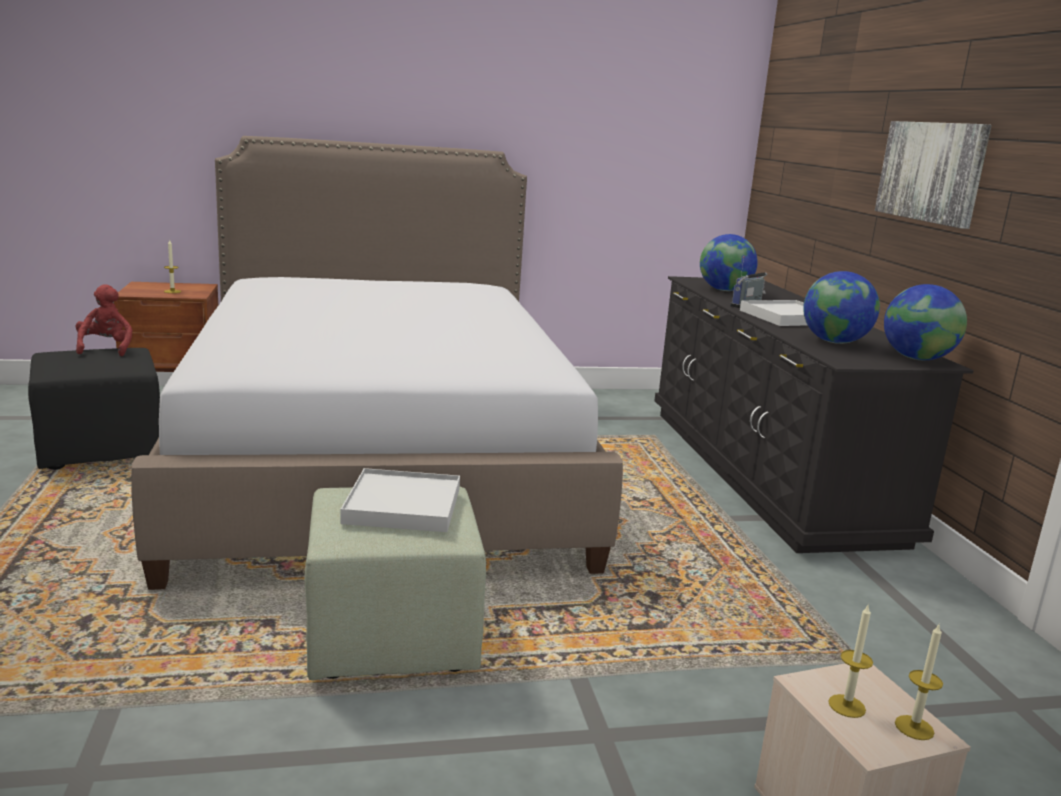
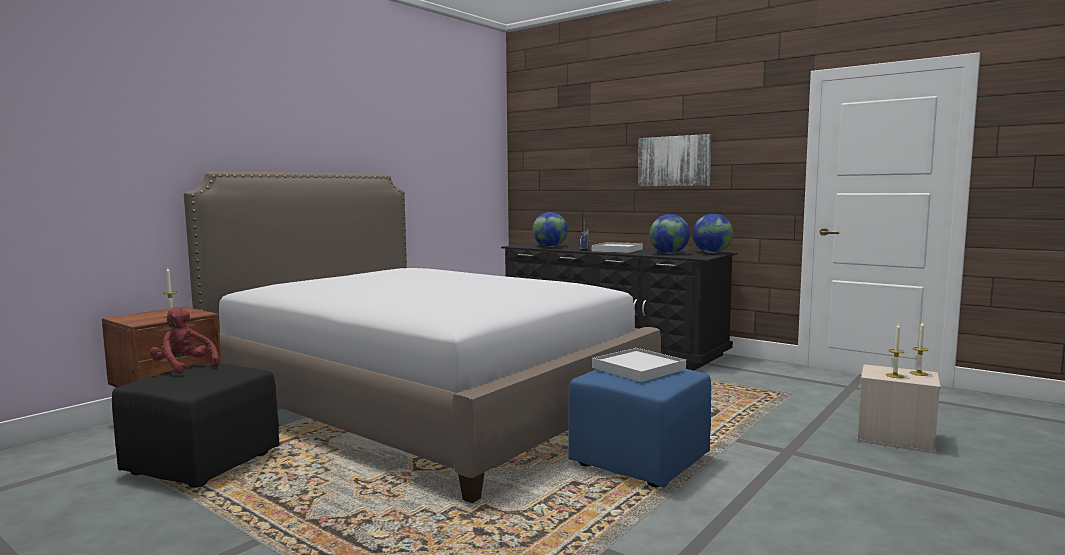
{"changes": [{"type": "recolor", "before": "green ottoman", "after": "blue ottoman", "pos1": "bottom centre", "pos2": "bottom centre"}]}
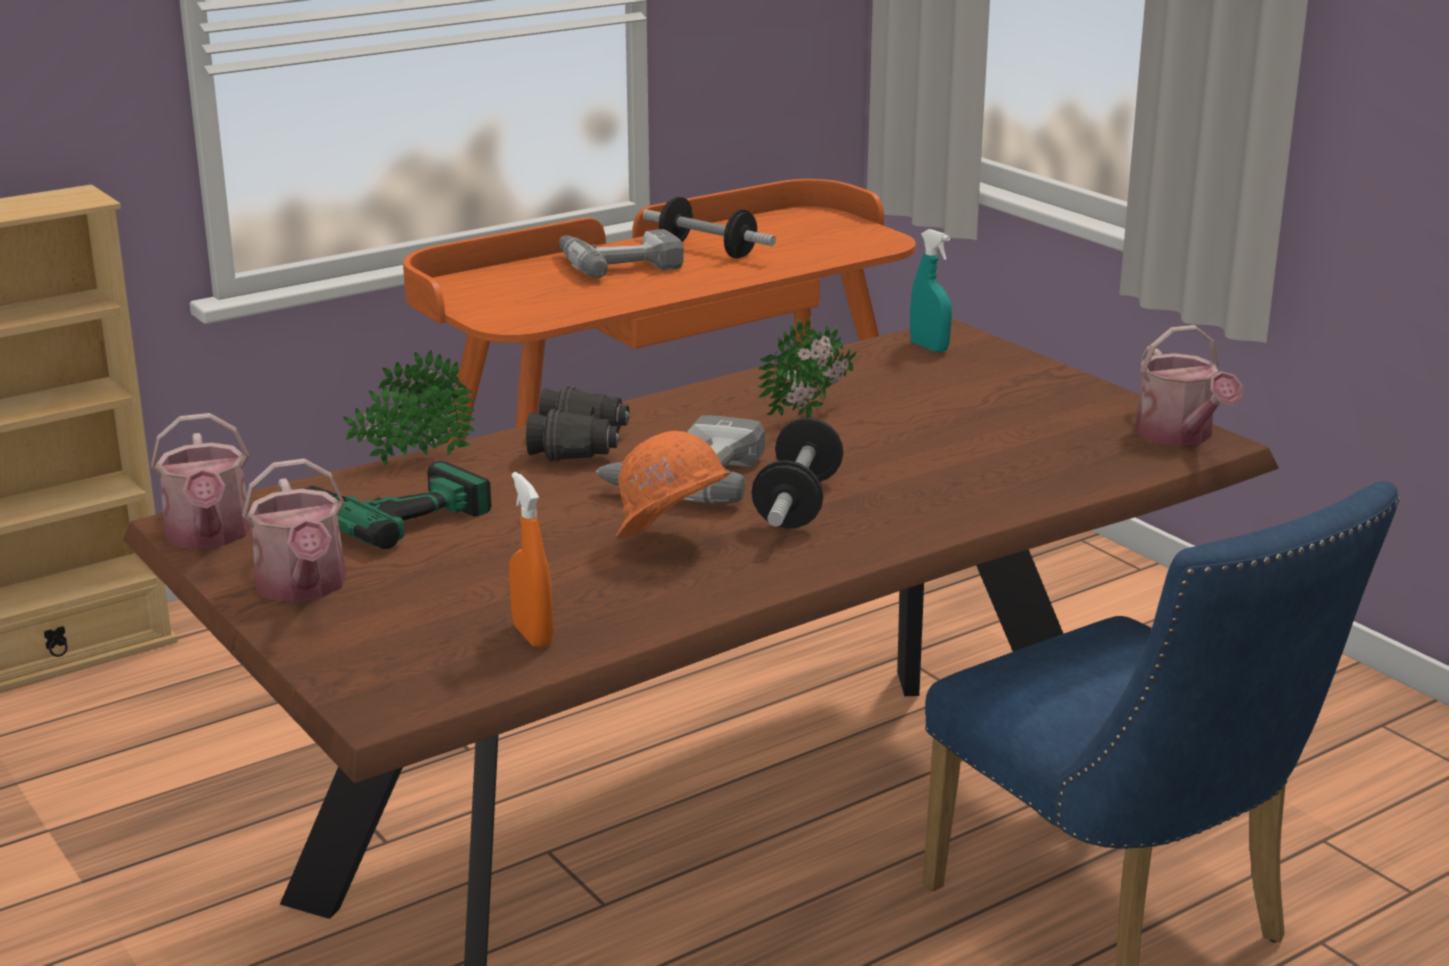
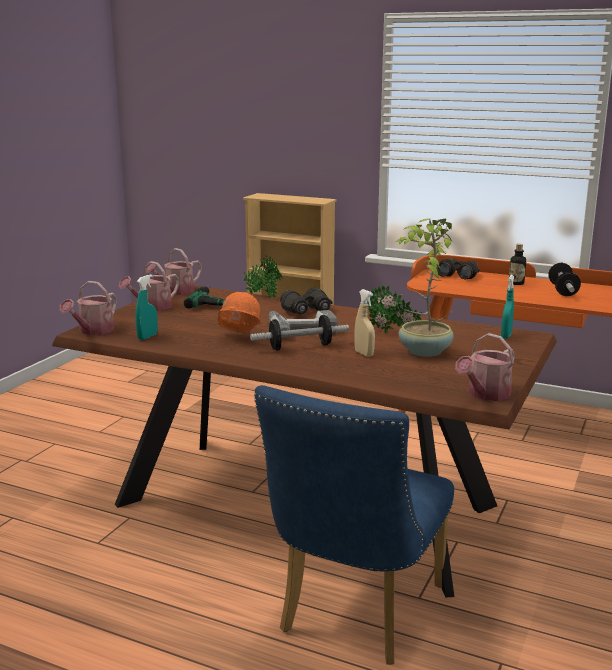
{"changes": [{"type": "insert", "after": "watering can (1st from left)", "pos2": "middle left"}, {"type": "insert", "after": "beige spray bottle", "pos2": "centre"}, {"type": "insert", "after": "potted plant (3rd from left)", "pos2": "middle right"}, {"type": "insert", "after": "black binoculars (2nd from left)", "pos2": "middle right"}, {"type": "replace", "before": "power drill (2nd from left)", "after": "bottle", "pos1": "top centre", "pos2": "middle right"}, {"type": "recolor", "before": "orange spray bottle", "after": "turquoise spray bottle (1st from left)", "pos1": "centre", "pos2": "middle left"}]}
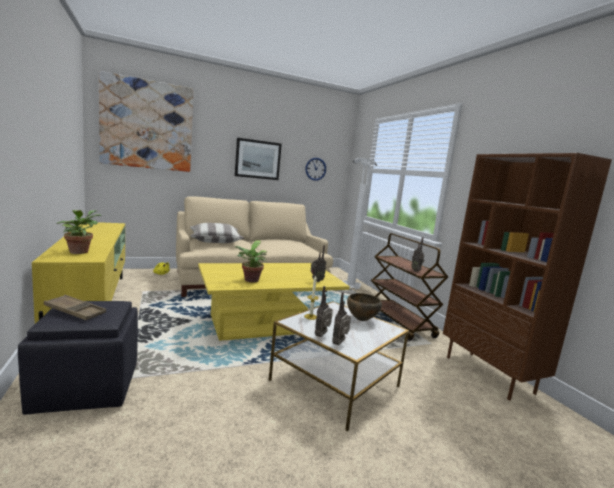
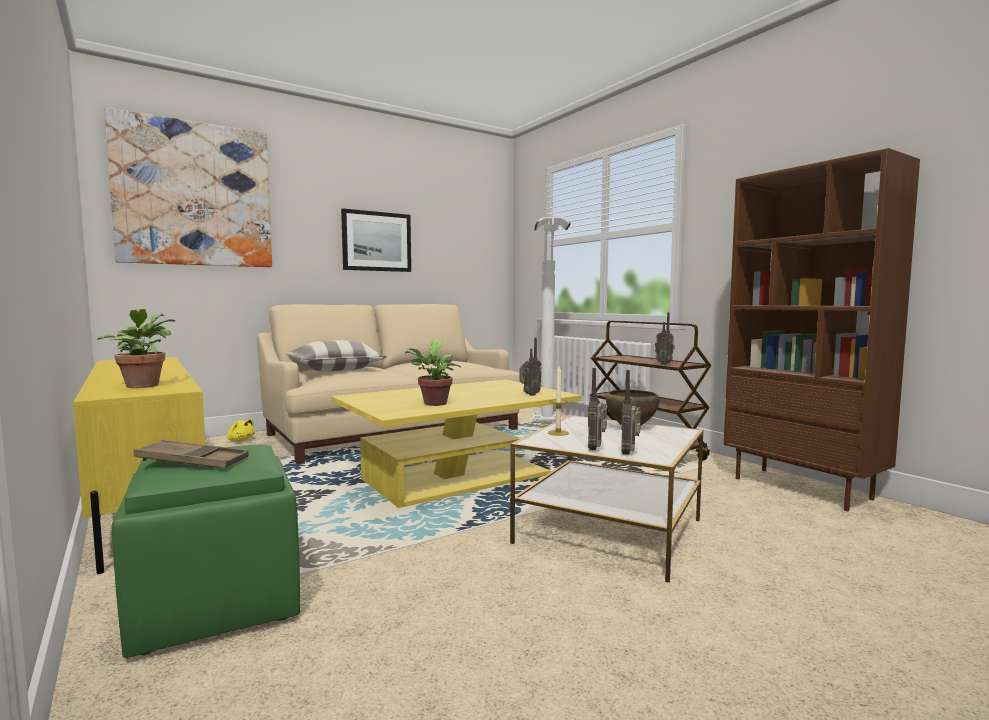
{"changes": [{"type": "delete", "before": "wall clock", "pos1": "centre"}, {"type": "recolor", "before": "black ottoman", "after": "green ottoman", "pos1": "bottom left", "pos2": "bottom left"}]}
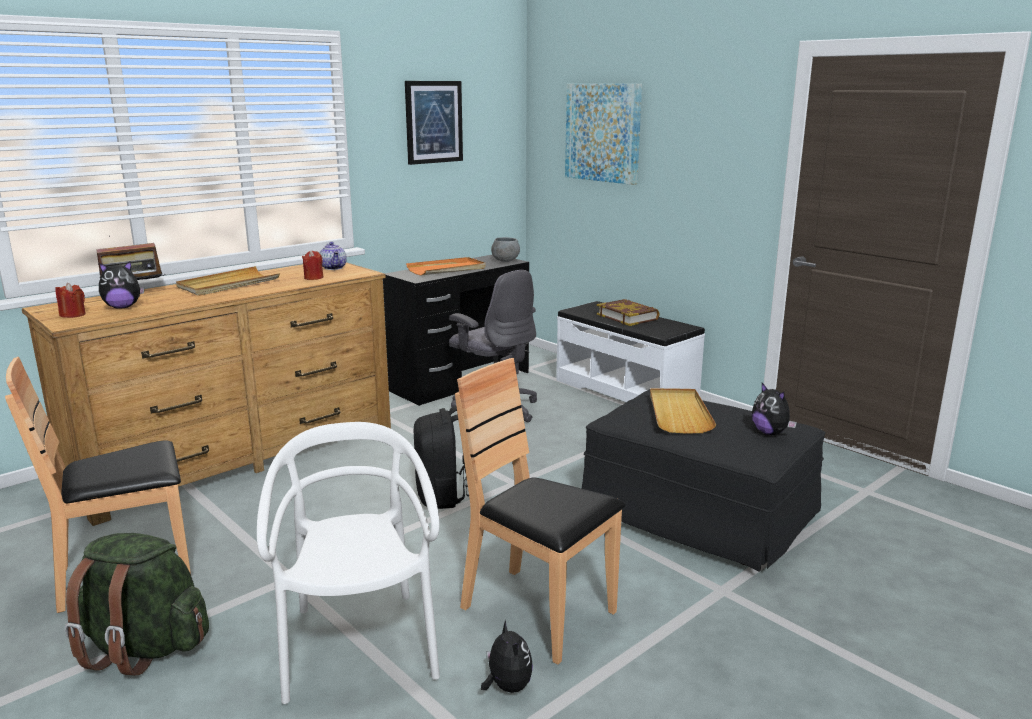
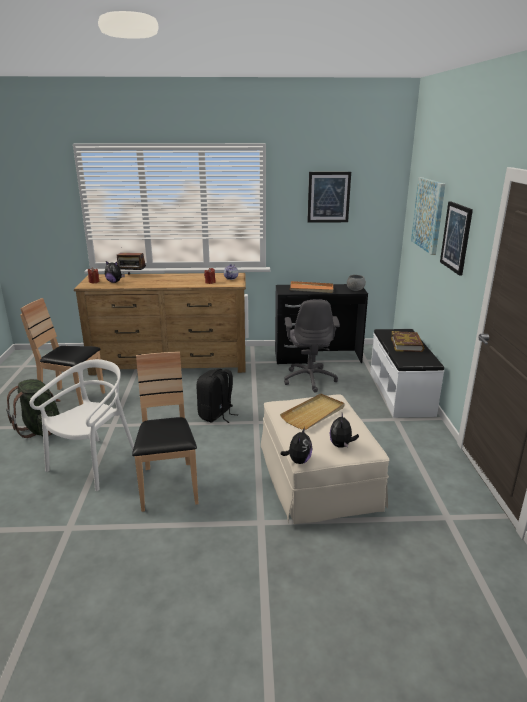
{"changes": [{"type": "delete", "before": "beige tray (1st from left)", "pos1": "middle left"}, {"type": "insert", "after": "picture (3rd from left)", "pos2": "middle right"}, {"type": "move", "before": "plush toy (2nd from left)", "pos1": "bottom centre", "pos2": "centre"}, {"type": "recolor", "before": "black ottoman", "after": "beige ottoman", "pos1": "bottom right", "pos2": "centre"}]}
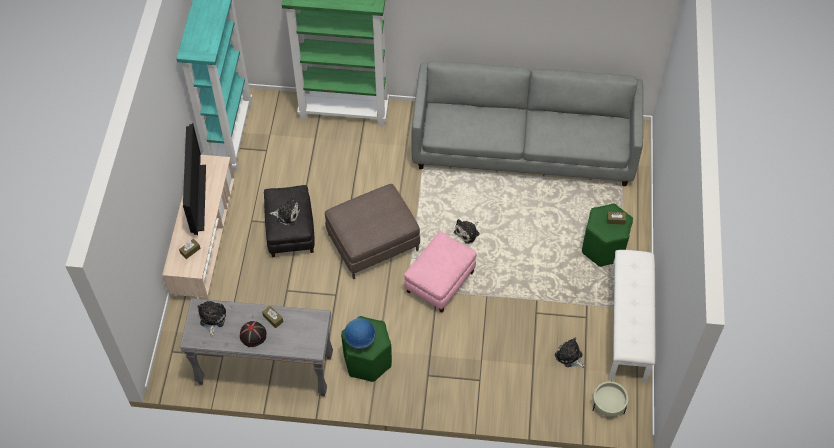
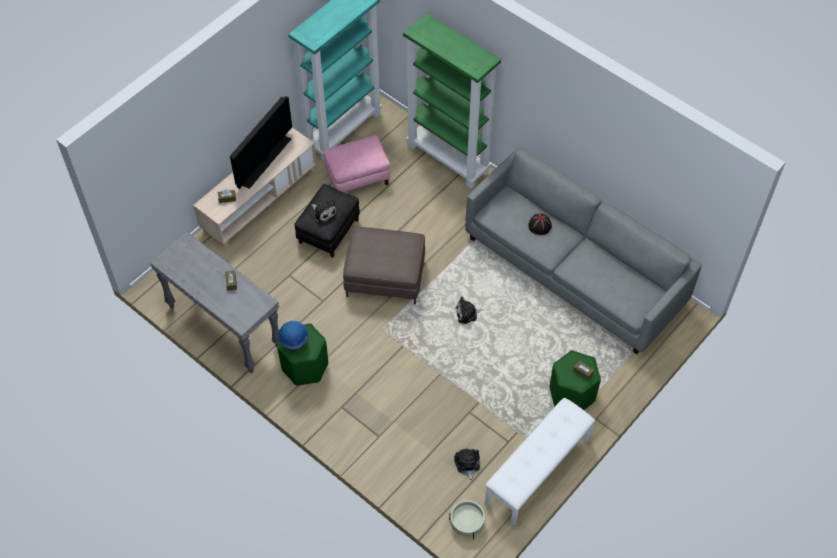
{"changes": [{"type": "delete", "before": "plush toy (1st from left)", "pos1": "bottom left"}, {"type": "move", "before": "black hat", "pos1": "bottom left", "pos2": "centre"}, {"type": "move", "before": "pink ottoman", "pos1": "centre", "pos2": "top centre"}]}
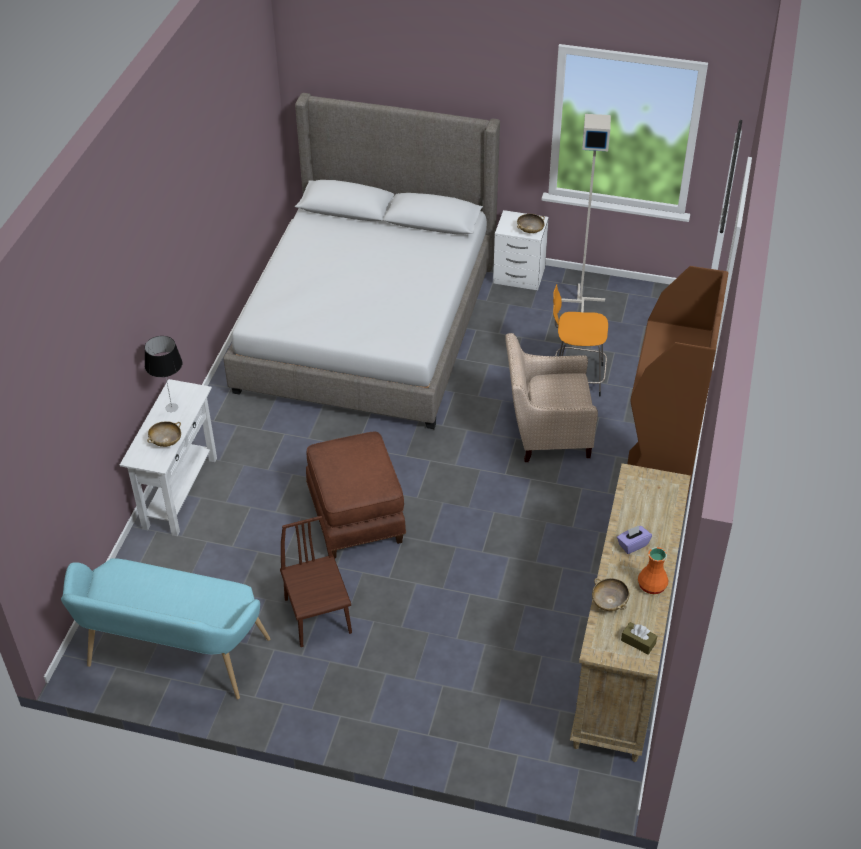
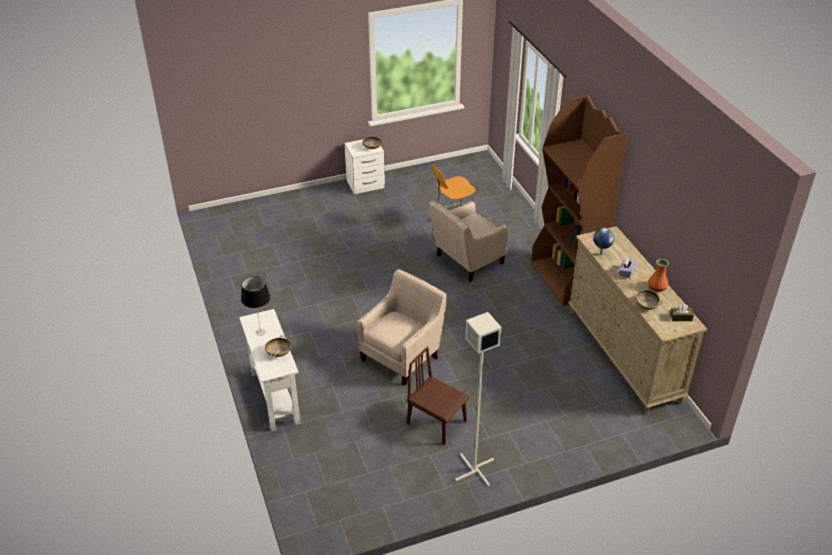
{"changes": [{"type": "delete", "before": "turquoise bench", "pos1": "bottom left"}, {"type": "delete", "before": "bed", "pos1": "top centre"}, {"type": "insert", "after": "globe", "pos2": "middle right"}, {"type": "move", "before": "grey floor lamp", "pos1": "top right", "pos2": "bottom centre"}, {"type": "replace", "before": "brown ottoman", "after": "beige armchair (1st from left)", "pos1": "centre", "pos2": "centre"}]}
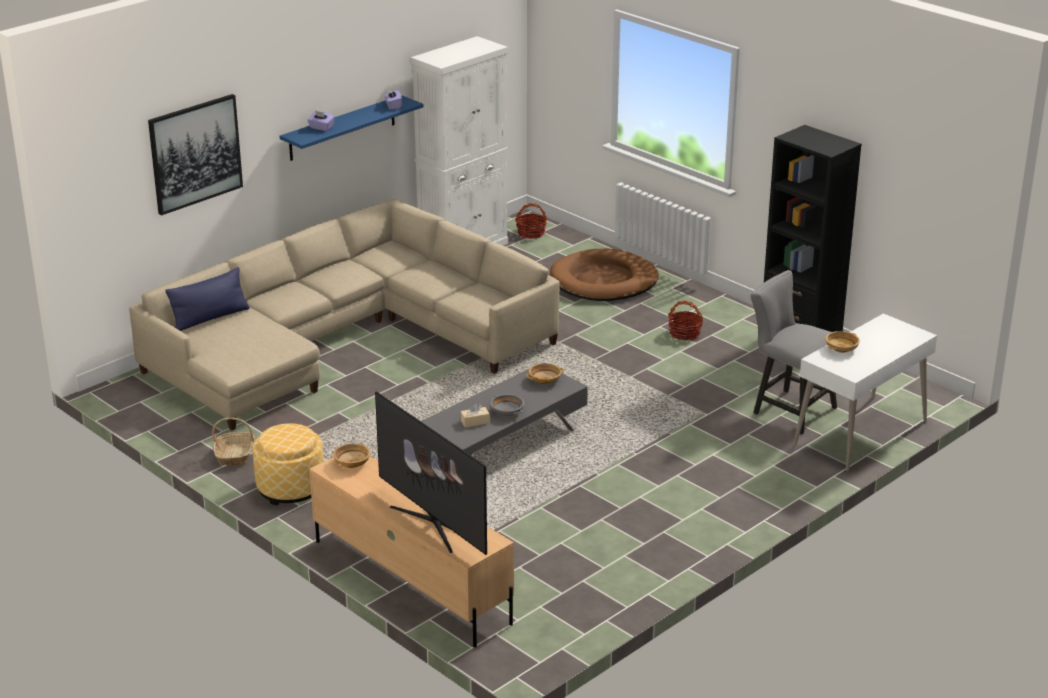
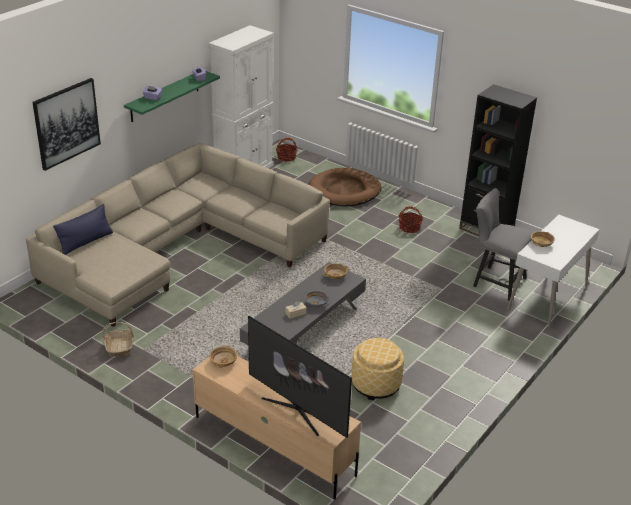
{"changes": [{"type": "move", "before": "ottoman", "pos1": "middle left", "pos2": "bottom centre"}, {"type": "recolor", "before": "blue shelf", "after": "green shelf", "pos1": "top centre", "pos2": "top left"}]}
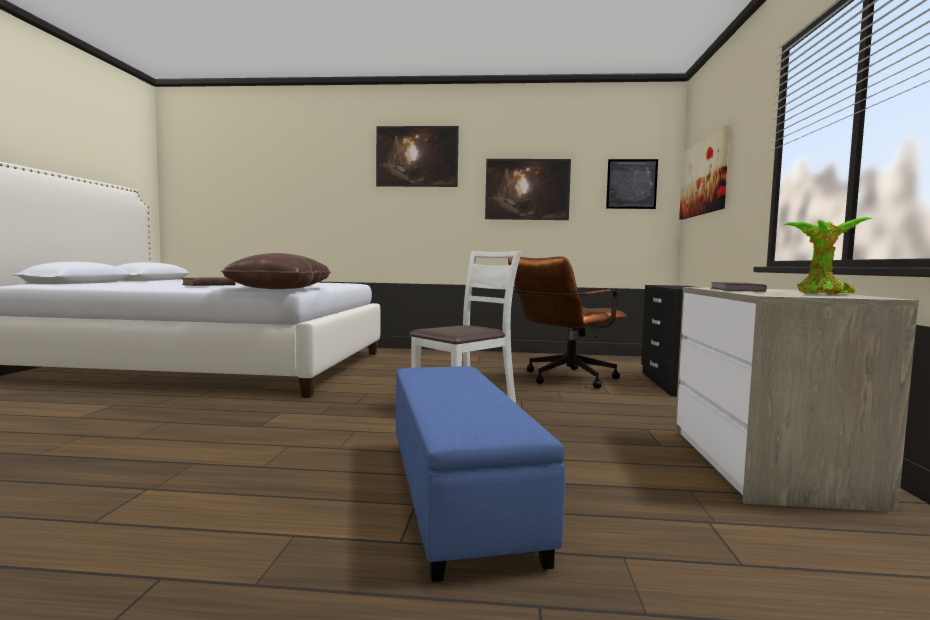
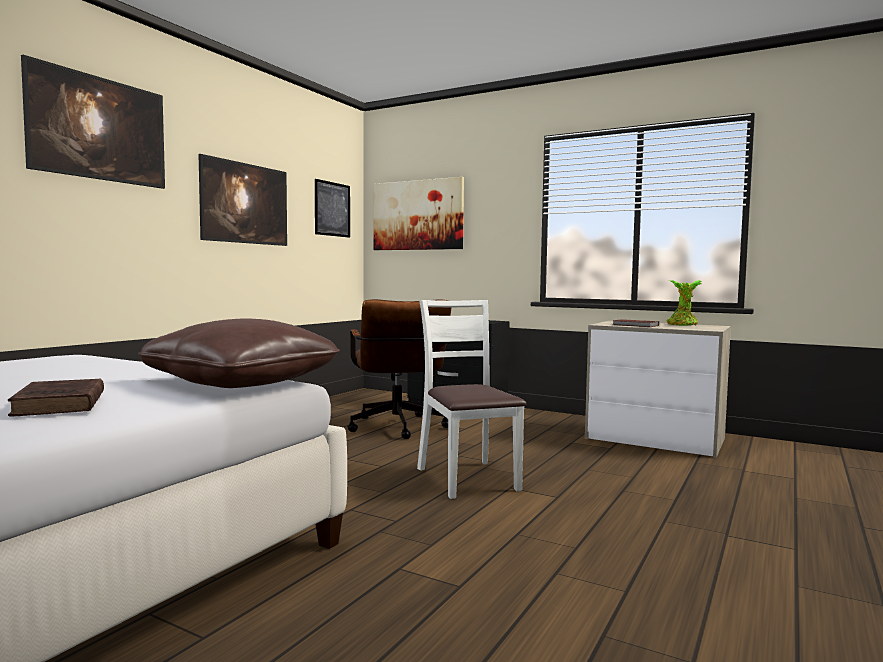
{"changes": [{"type": "delete", "before": "blue ottoman", "pos1": "bottom centre"}]}
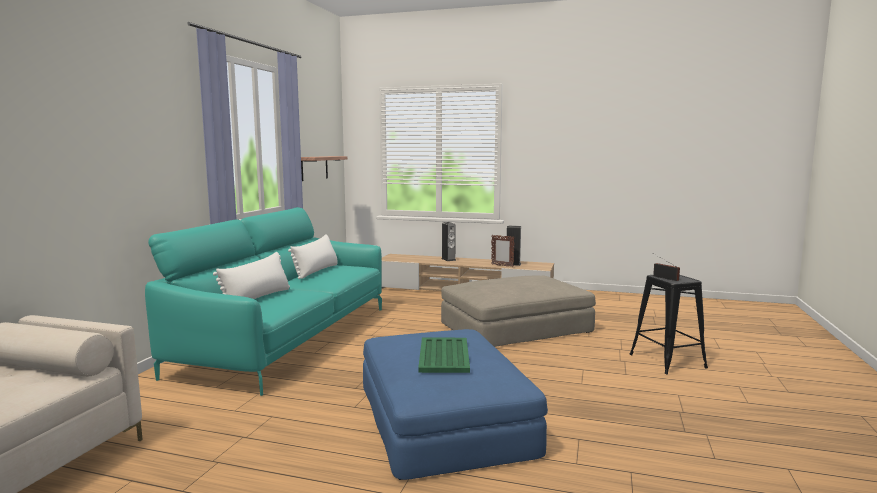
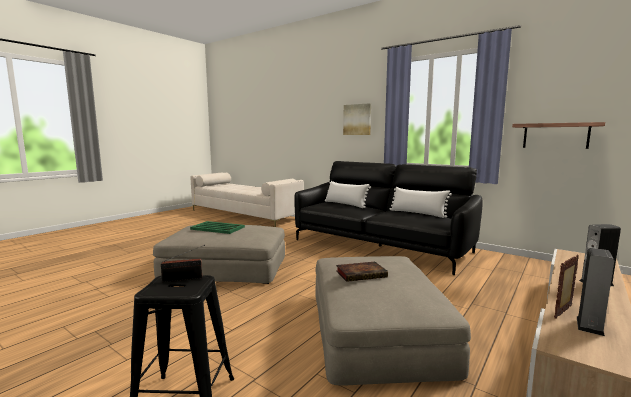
{"changes": [{"type": "insert", "after": "book", "pos2": "bottom centre"}, {"type": "insert", "after": "picture", "pos2": "top centre"}, {"type": "recolor", "before": "turquoise sofa", "after": "black sofa", "pos1": "middle left", "pos2": "centre"}, {"type": "recolor", "before": "blue ottoman", "after": "beige ottoman (1st from left)", "pos1": "bottom centre", "pos2": "centre"}]}
